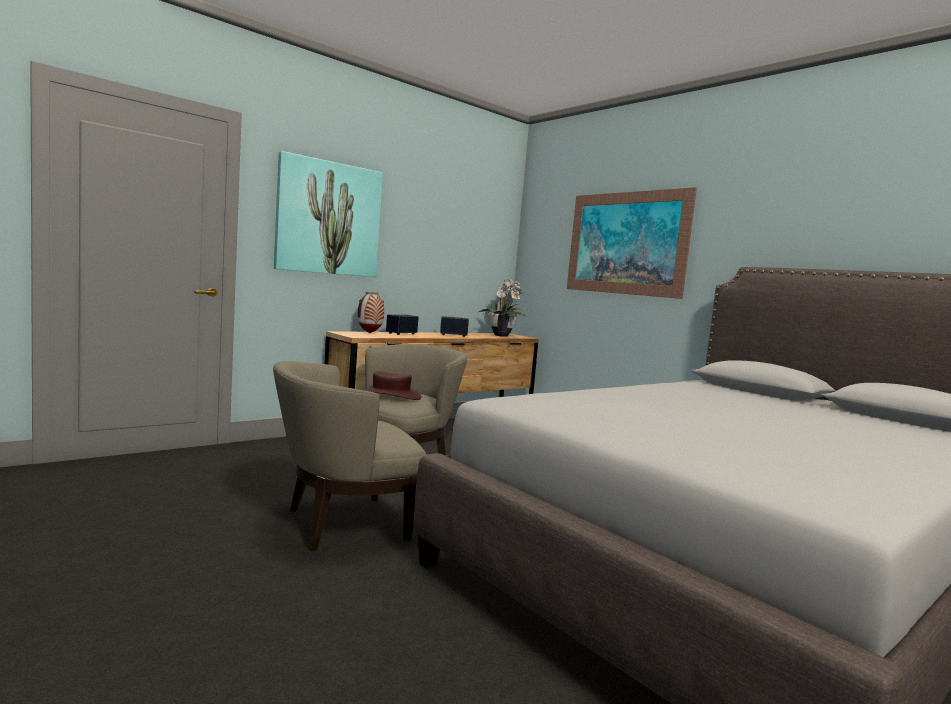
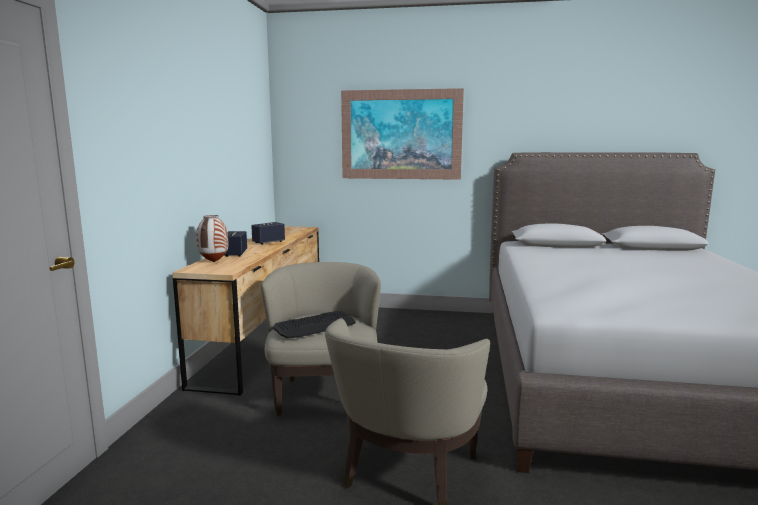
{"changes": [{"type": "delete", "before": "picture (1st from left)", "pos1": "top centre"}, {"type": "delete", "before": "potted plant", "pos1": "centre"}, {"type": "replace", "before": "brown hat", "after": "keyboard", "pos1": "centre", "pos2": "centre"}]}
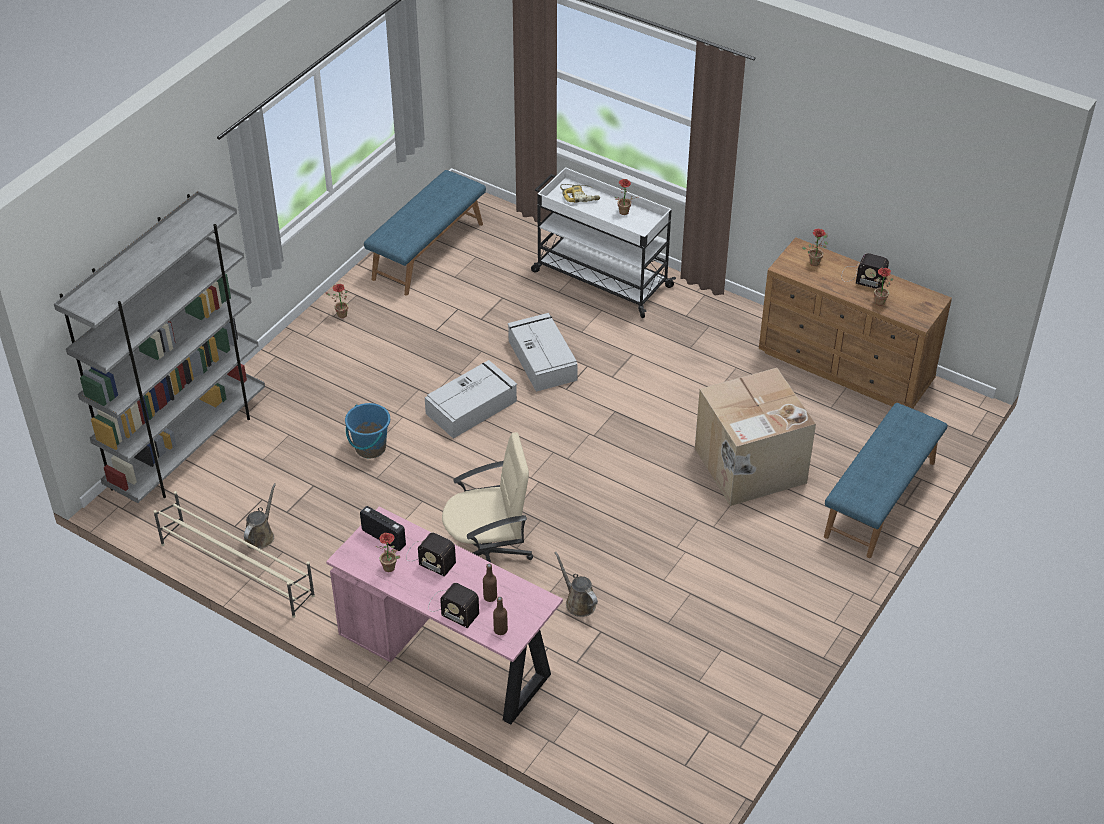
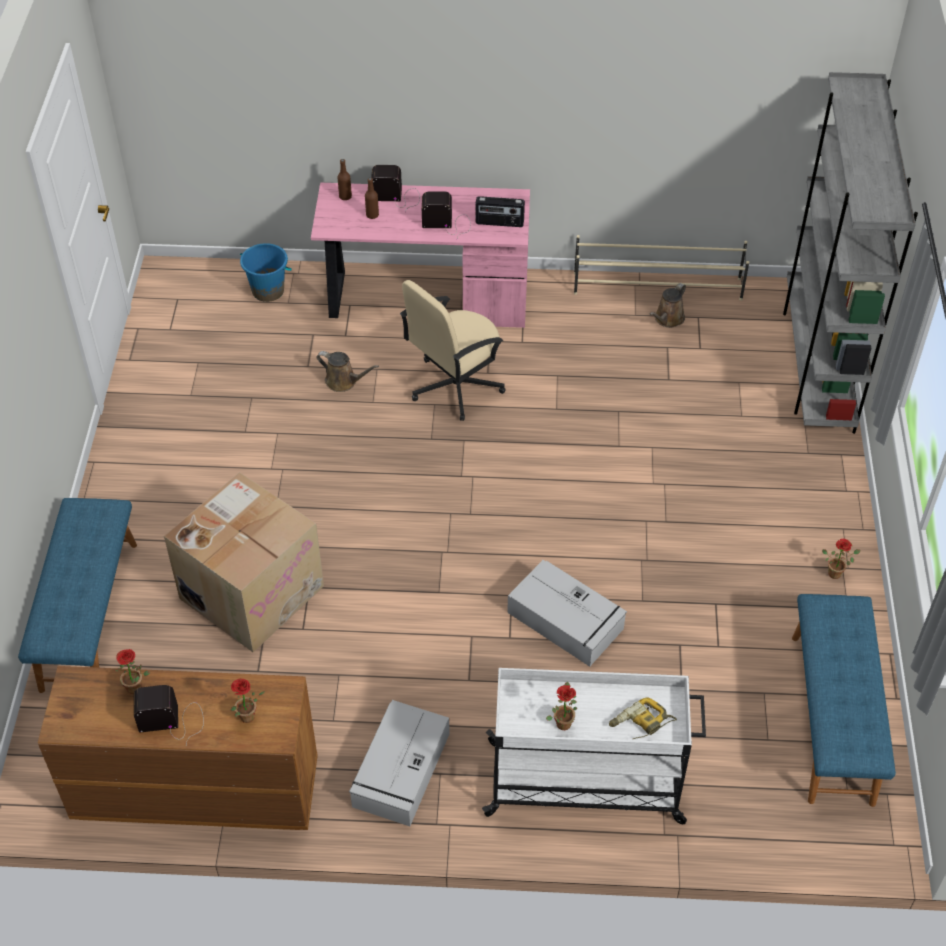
{"changes": [{"type": "delete", "before": "potted plant (2nd from left)", "pos1": "bottom centre"}, {"type": "move", "before": "blue bucket", "pos1": "middle left", "pos2": "top left"}, {"type": "move", "before": "grey storage box (1st from left)", "pos1": "centre", "pos2": "bottom centre"}, {"type": "rotate", "before": "brown watering can (1st from left in the first image)", "pos1": "middle left", "pos2": "top right", "turn": 45}]}
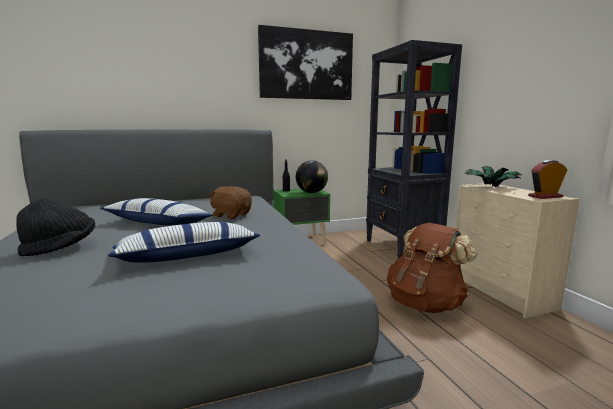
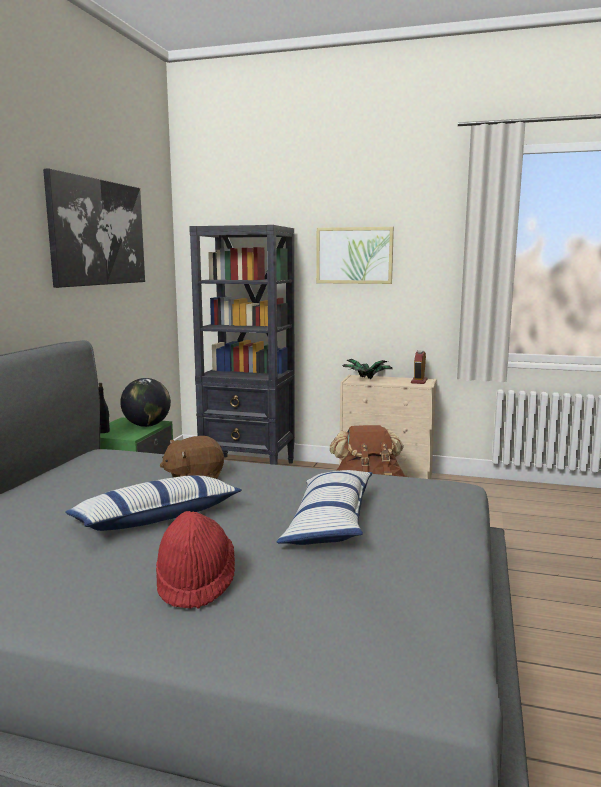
{"changes": [{"type": "insert", "after": "picture (2nd from left)", "pos2": "top centre"}, {"type": "recolor", "before": "black hat", "after": "red hat", "pos1": "middle left", "pos2": "bottom left"}]}
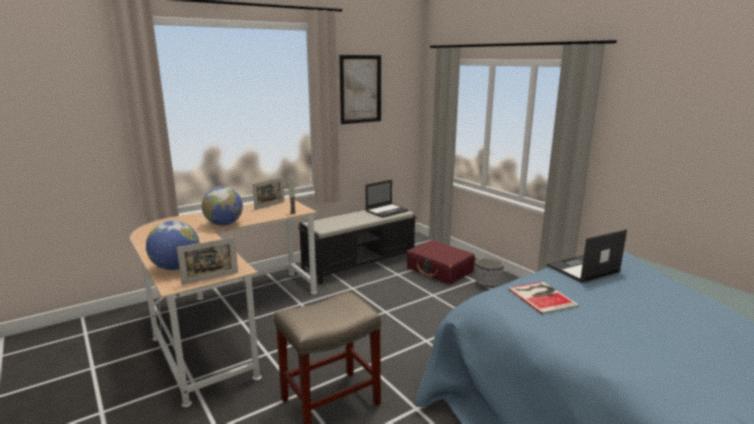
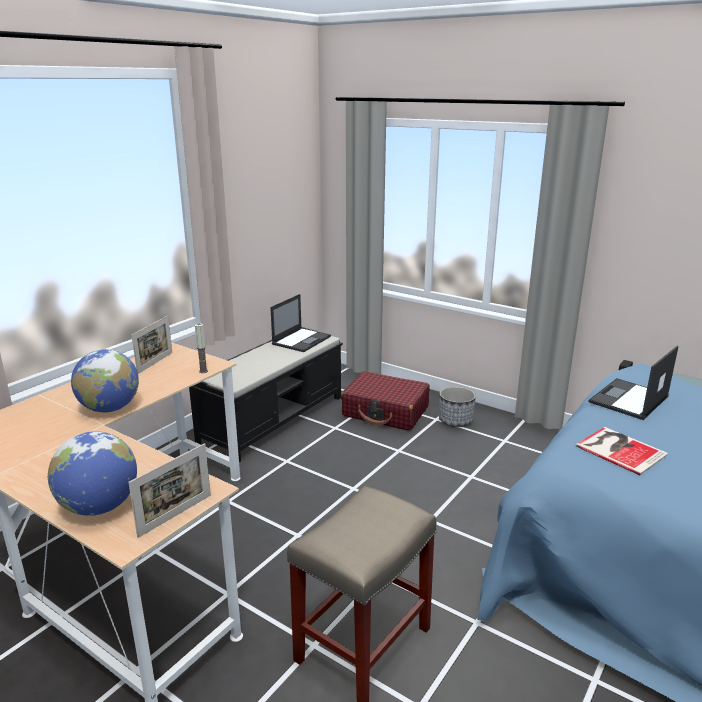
{"changes": [{"type": "delete", "before": "picture", "pos1": "top centre"}]}
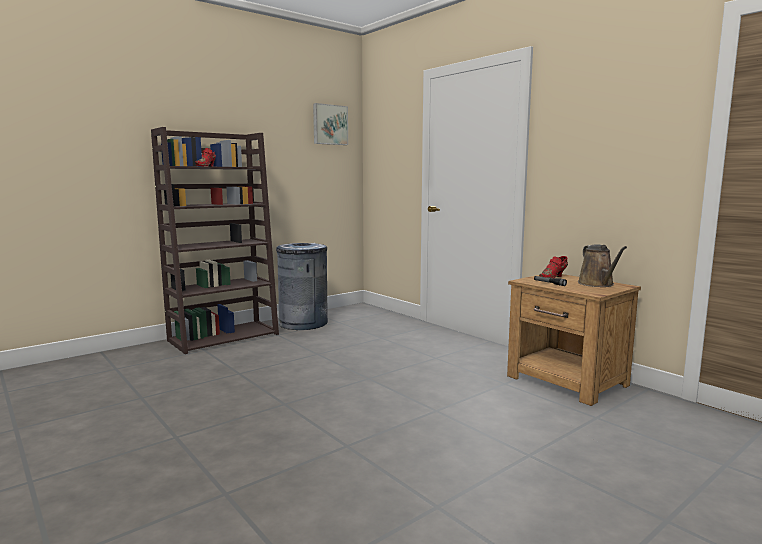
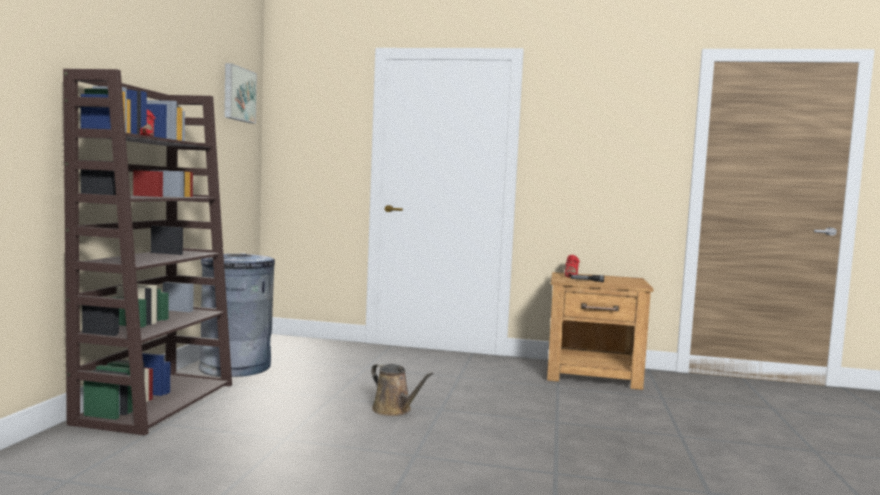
{"changes": [{"type": "move", "before": "brown watering can", "pos1": "middle right", "pos2": "bottom centre"}]}
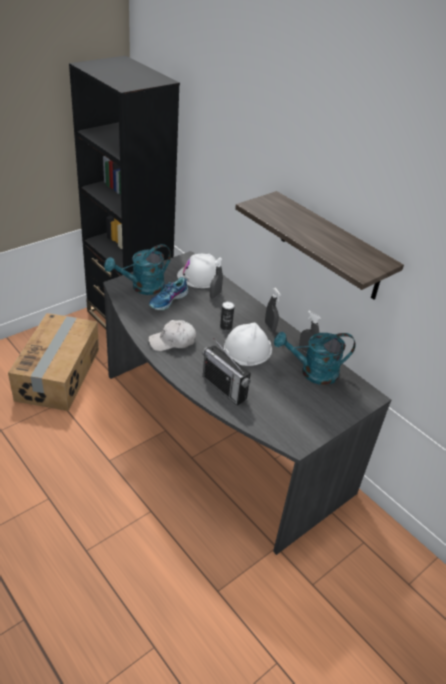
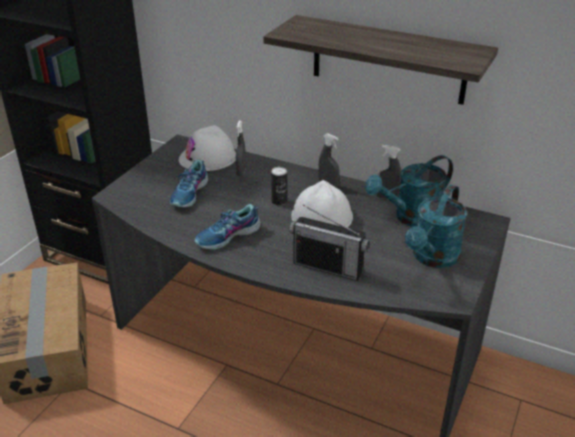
{"changes": [{"type": "move", "before": "turquoise watering can (1st from left in the first image)", "after": "turquoise watering can (2nd from left)", "pos1": "middle left", "pos2": "middle right"}, {"type": "replace", "before": "white cap", "after": "shoe (2nd from left)", "pos1": "centre", "pos2": "centre"}]}
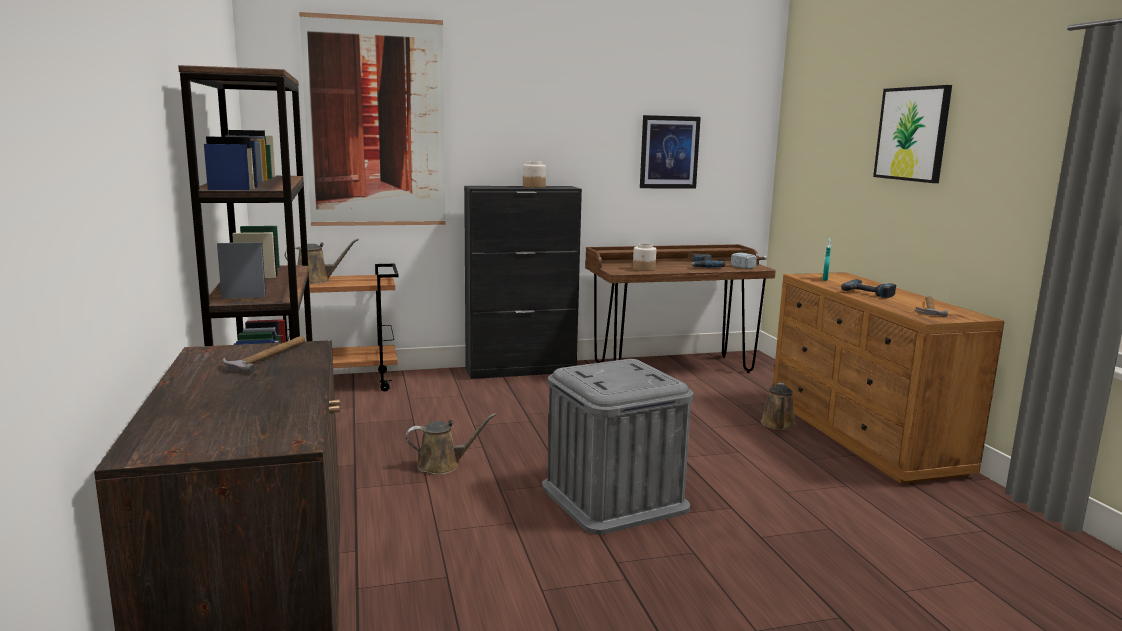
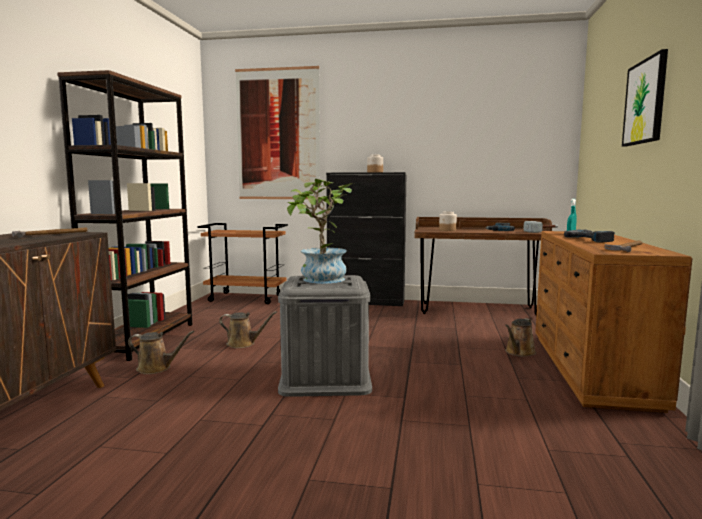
{"changes": [{"type": "delete", "before": "picture (2nd from left)", "pos1": "top centre"}, {"type": "insert", "after": "potted plant", "pos2": "centre"}, {"type": "move", "before": "brown watering can (1st from left)", "pos1": "middle left", "pos2": "bottom left"}]}
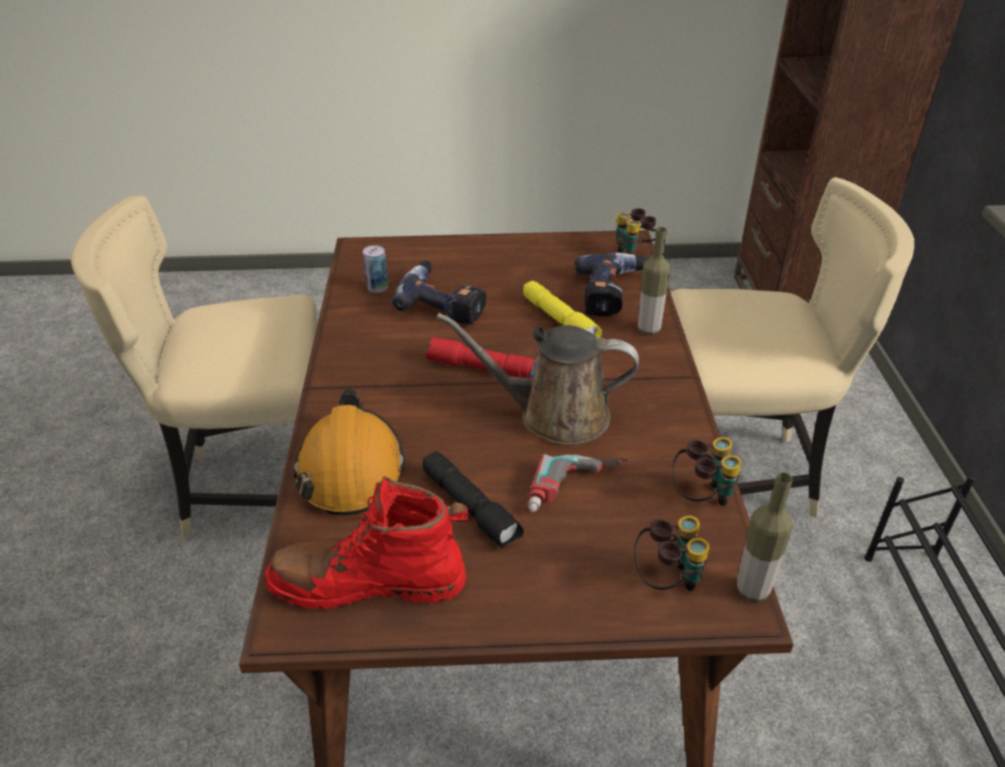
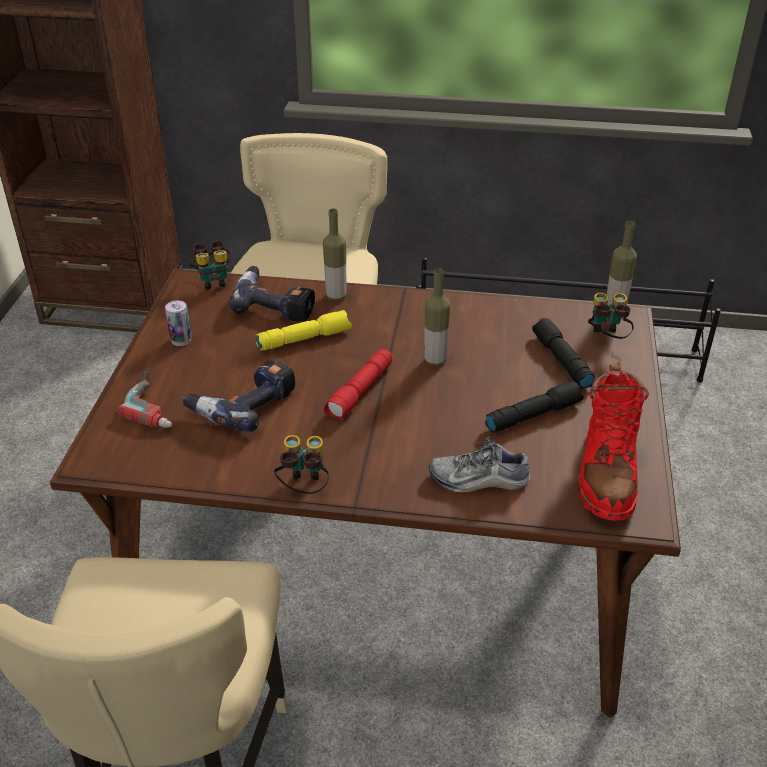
{"changes": [{"type": "insert", "after": "black flashlight (2nd from left)", "pos2": "middle right"}, {"type": "move", "before": "can", "pos1": "centre", "pos2": "middle left"}, {"type": "move", "before": "power drill (2nd from left in the first image)", "after": "power drill (1st from left)", "pos1": "centre", "pos2": "middle left"}, {"type": "move", "before": "binoculars (3rd from left in the first image)", "after": "binoculars (2nd from left)", "pos1": "middle right", "pos2": "centre"}, {"type": "replace", "before": "orange hard hat", "after": "shoe", "pos1": "centre", "pos2": "centre"}, {"type": "replace", "before": "brown watering can", "after": "bottle (2nd from left)", "pos1": "centre", "pos2": "centre"}]}
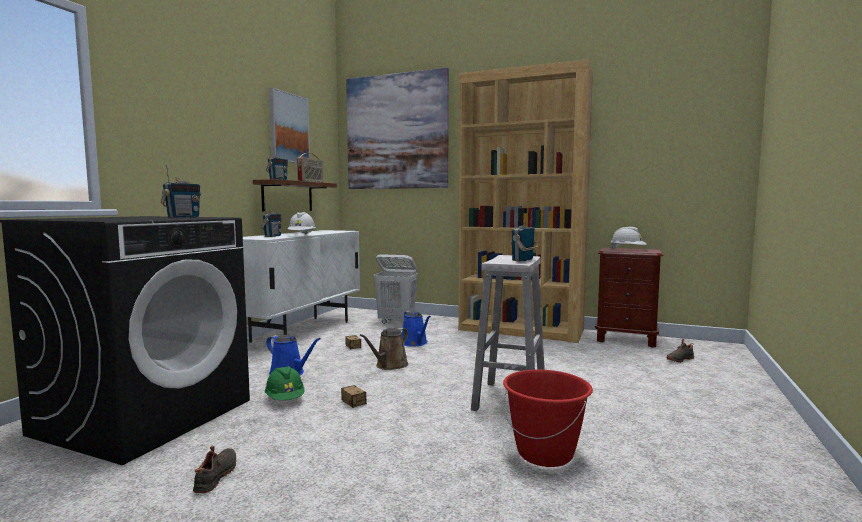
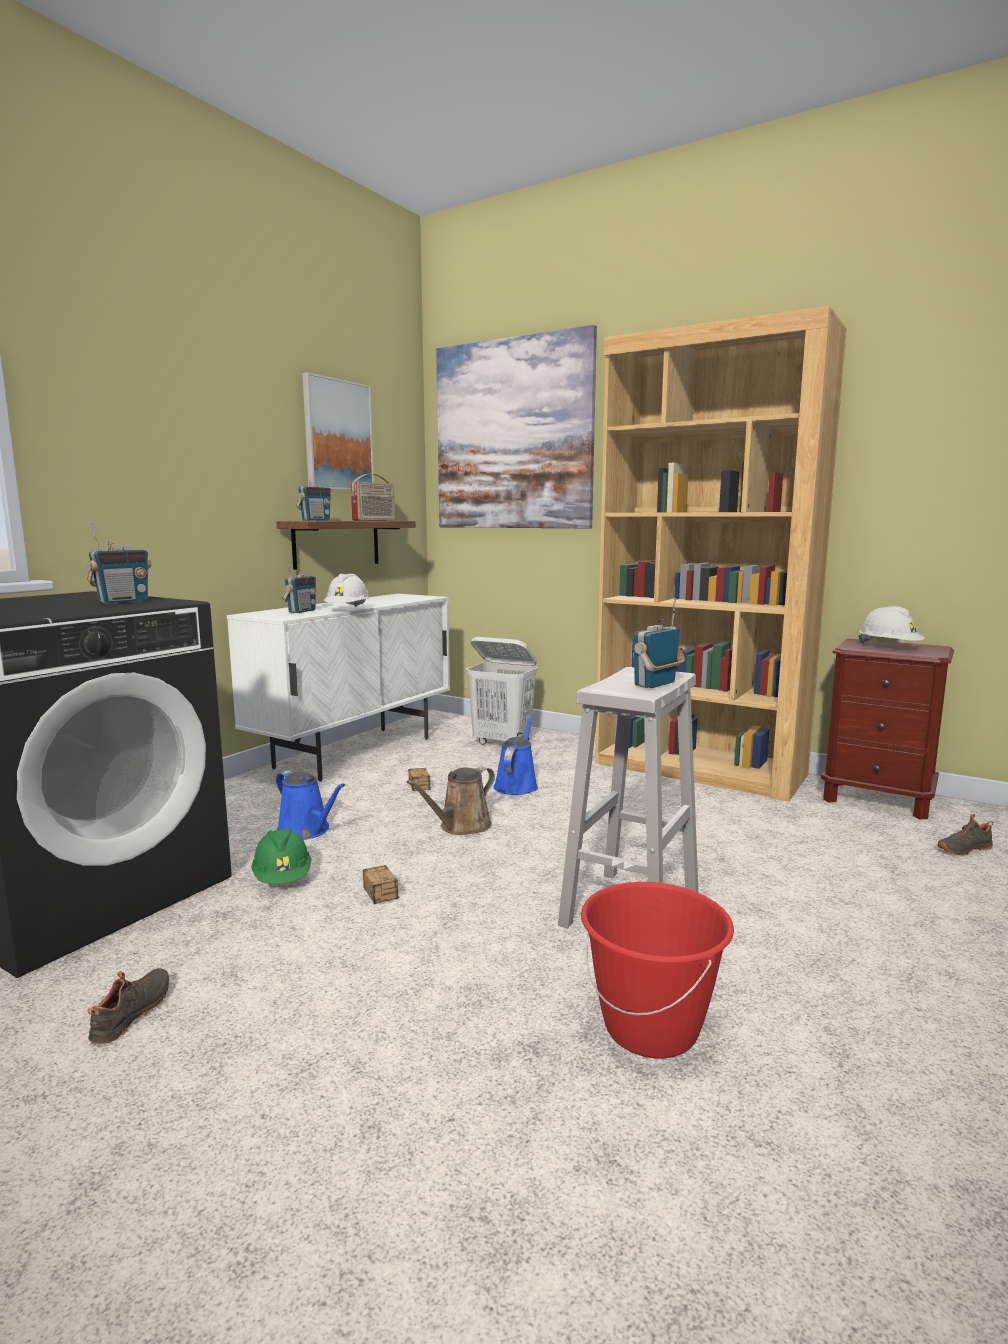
{"changes": [{"type": "rotate", "before": "blue watering can (2nd from left)", "pos1": "centre", "pos2": "centre", "turn": -150}]}
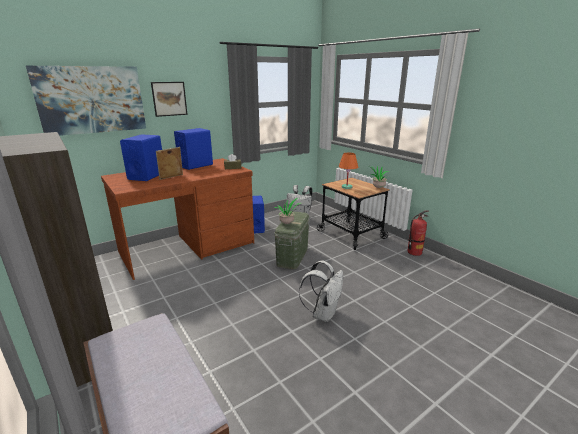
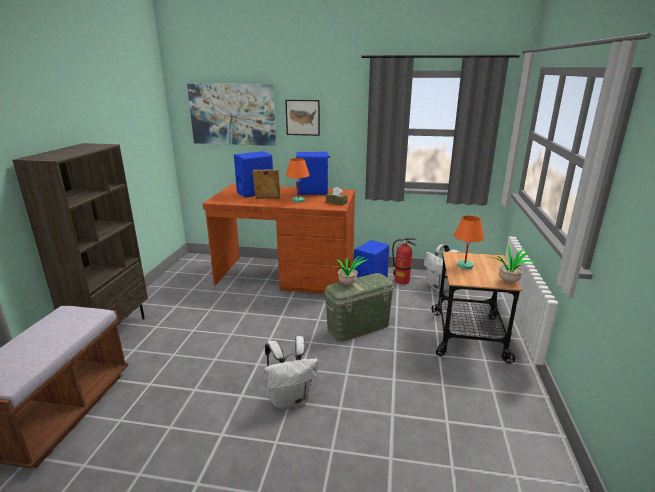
{"changes": [{"type": "insert", "after": "orange table lamp (1st from left)", "pos2": "centre"}, {"type": "move", "before": "fire extinguisher", "pos1": "middle right", "pos2": "centre"}]}
